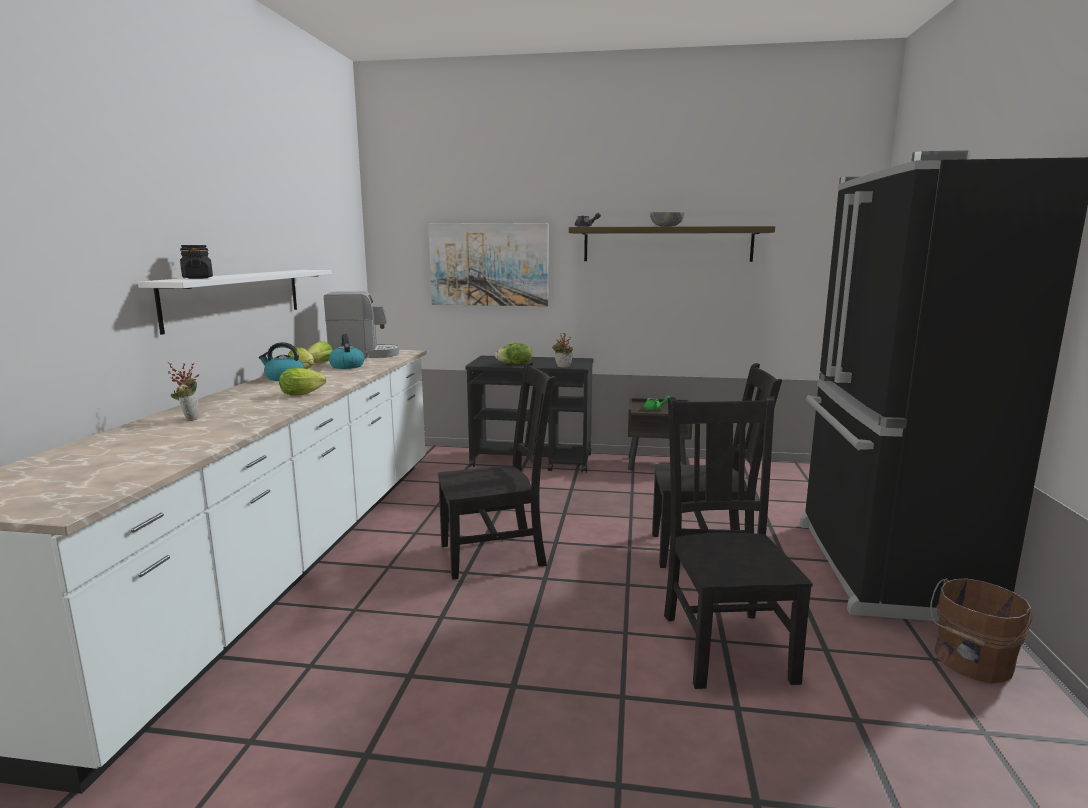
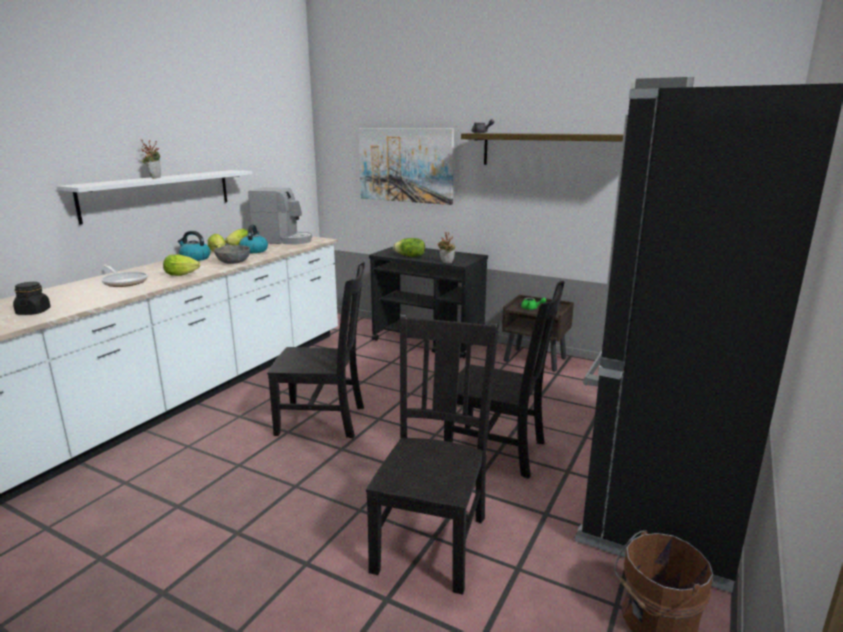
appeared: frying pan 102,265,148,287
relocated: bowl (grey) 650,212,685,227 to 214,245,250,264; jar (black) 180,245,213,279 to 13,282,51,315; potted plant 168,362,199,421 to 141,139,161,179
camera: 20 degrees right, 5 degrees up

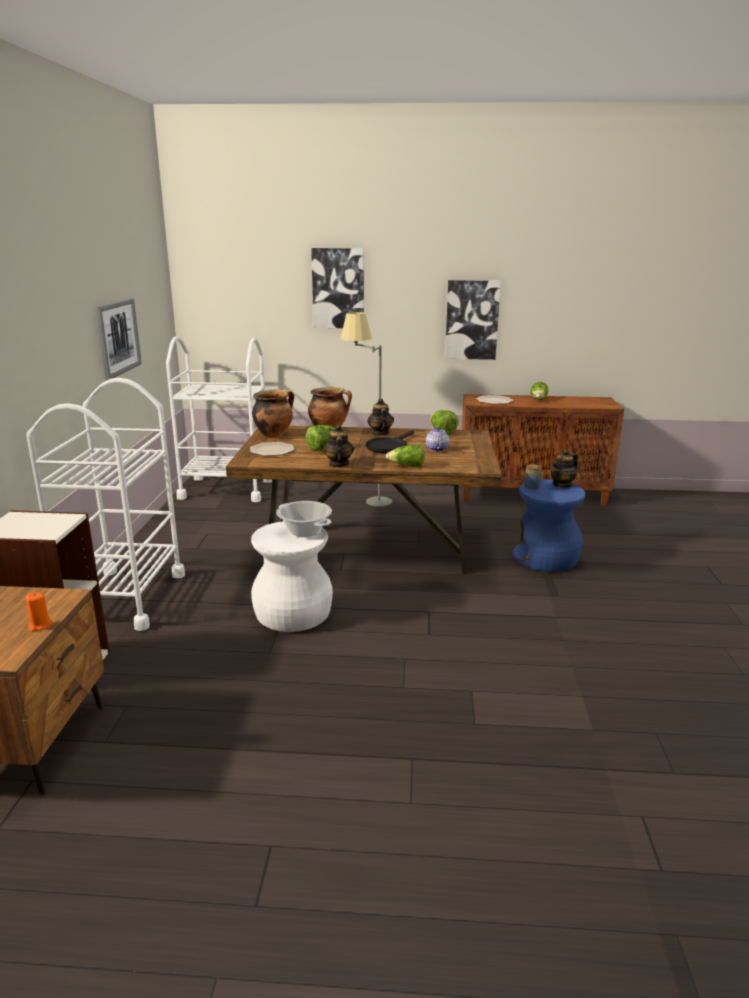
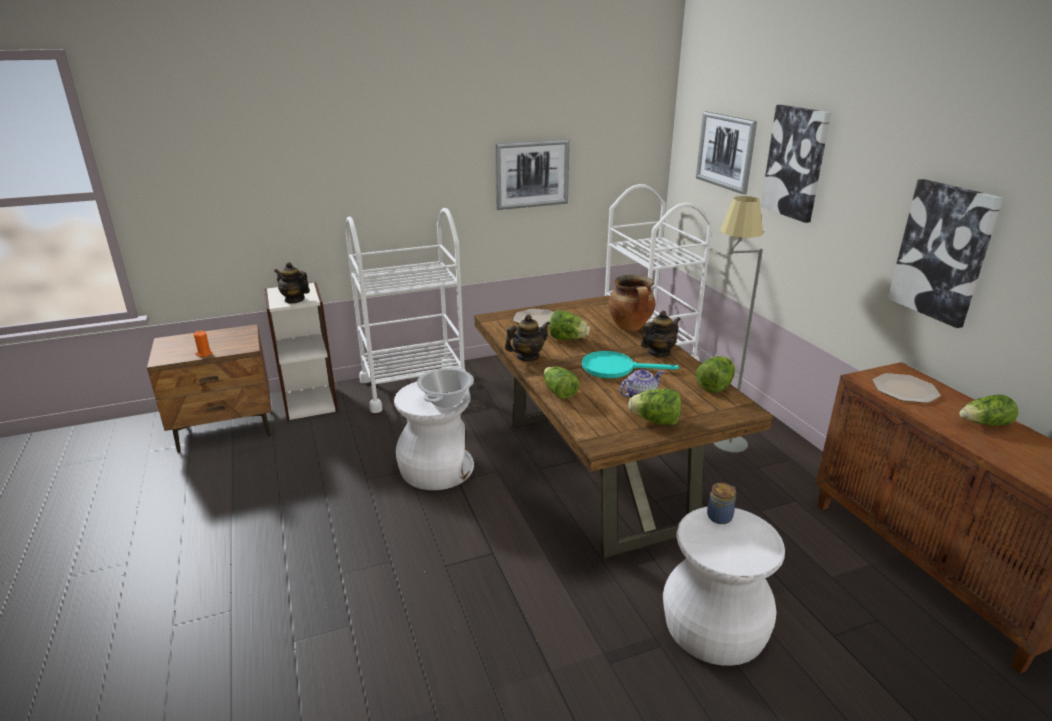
missing: cooking pot 252,390,294,438
appeared: picture 696,111,757,195; lettuce 628,388,681,426
relocated: teapot 550,449,578,488 to 274,262,310,304
colour: frying pan (black) 366,430,414,454 to frying pan (turquoise) 582,351,679,378; stool (blue) 513,479,586,572 to stool (white) 663,506,785,666
camera: 65 degrees right, 5 degrees up

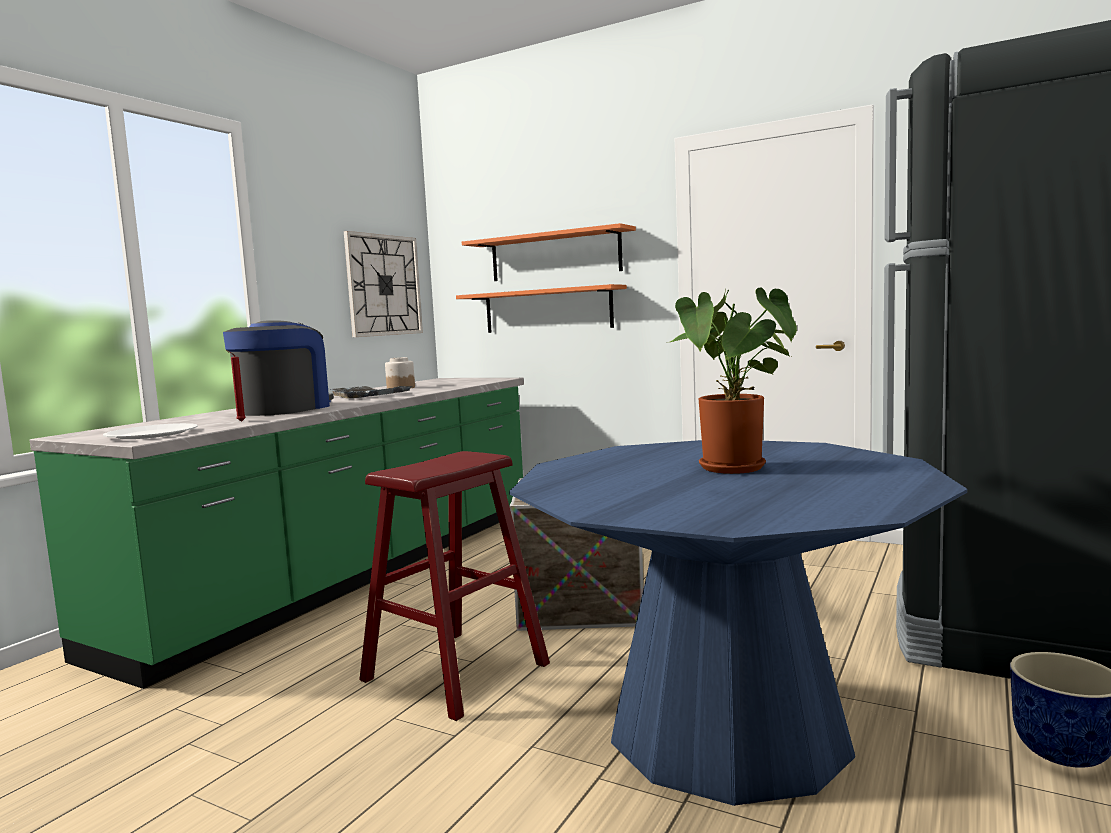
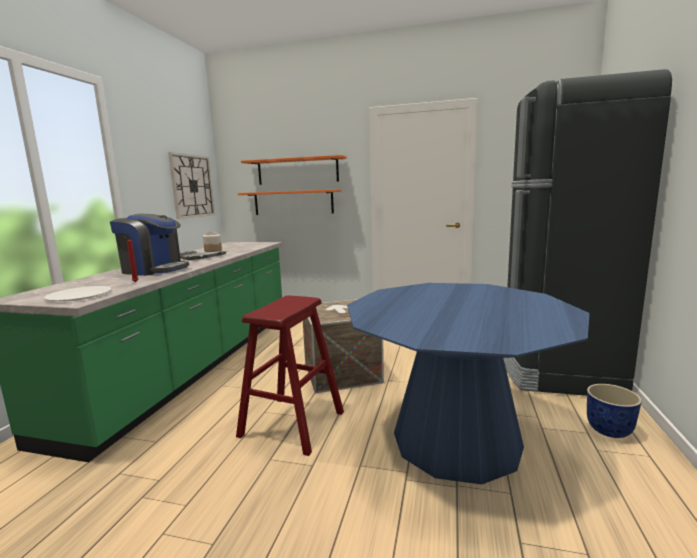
missing: potted plant 667,287,797,474
spun: coffee machine 223,320,334,416 = 110,214,189,276 105 degrees clockwise
camera: 15 degrees left, 5 degrees up

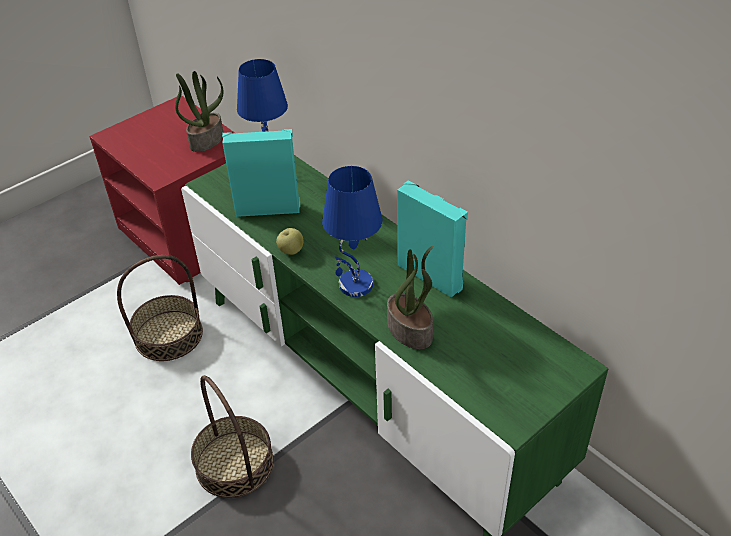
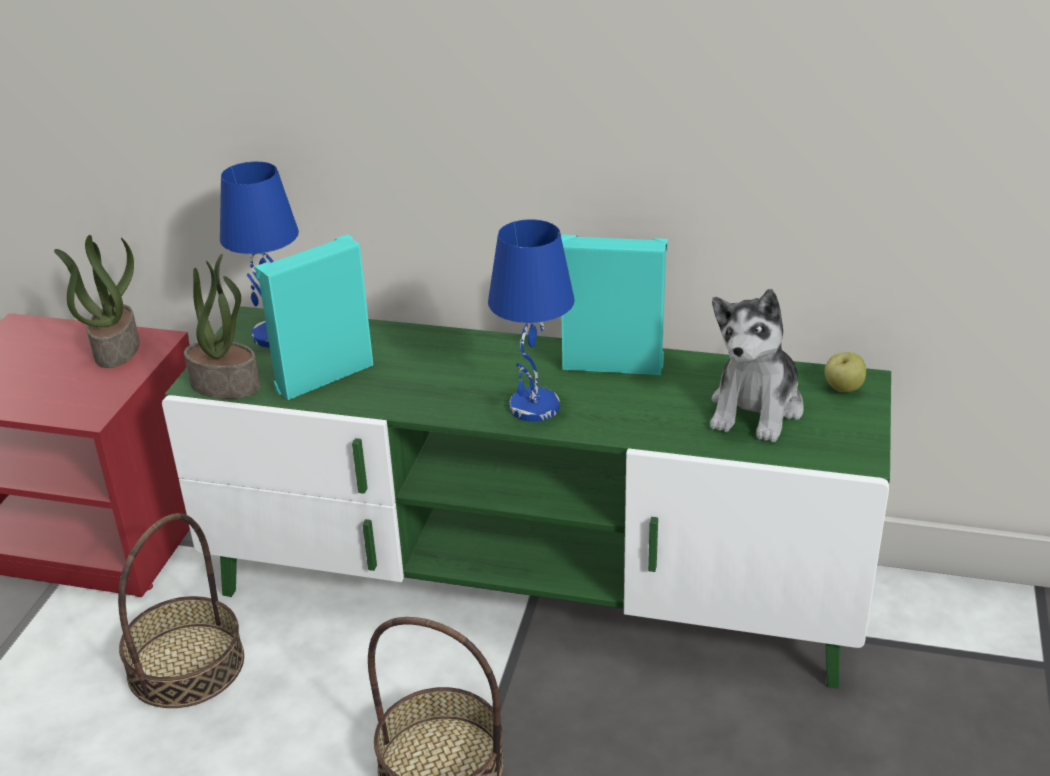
appeared: plush toy 710,289,804,442
relocated: apple 276,228,303,255 to 824,352,866,392; potted plant 387,246,433,349 to 184,254,261,399
camera: 35 degrees left, 10 degrees down

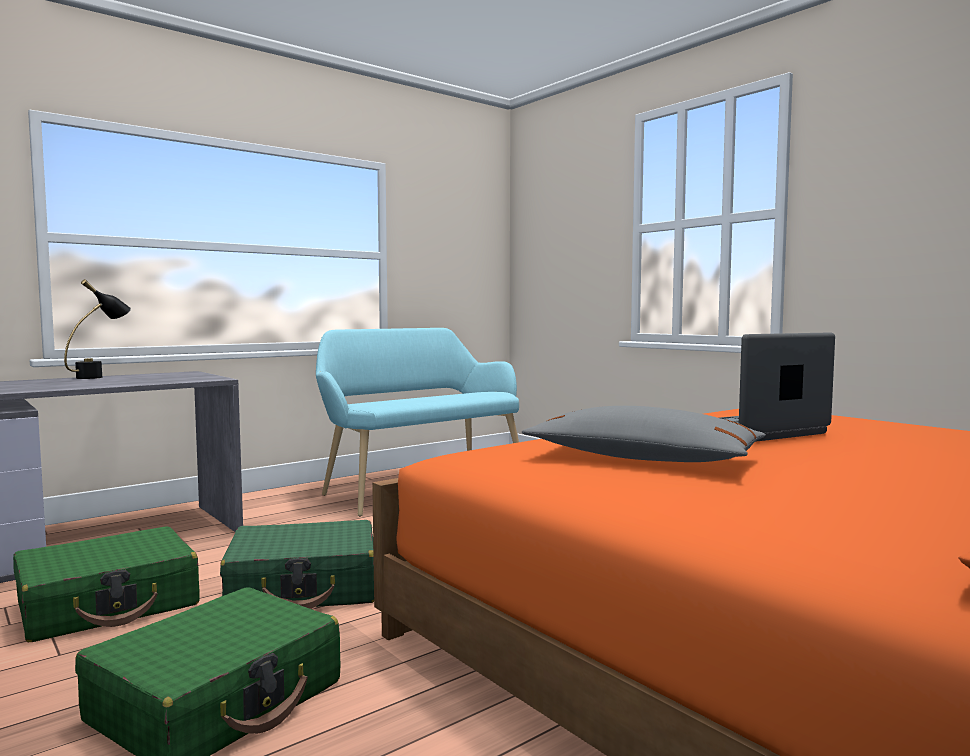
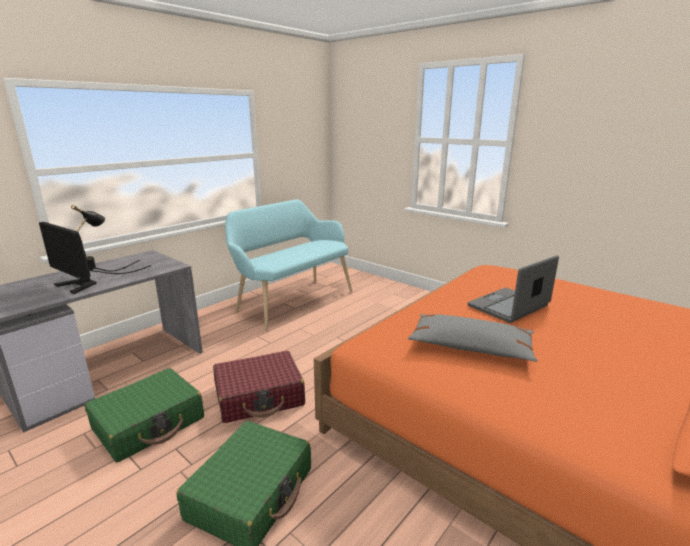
appeared: monitor 39,222,152,294
colour: suitcase (green) 220,520,374,609 to suitcase (red) 213,351,305,423
camera: 10 degrees left, 15 degrees up

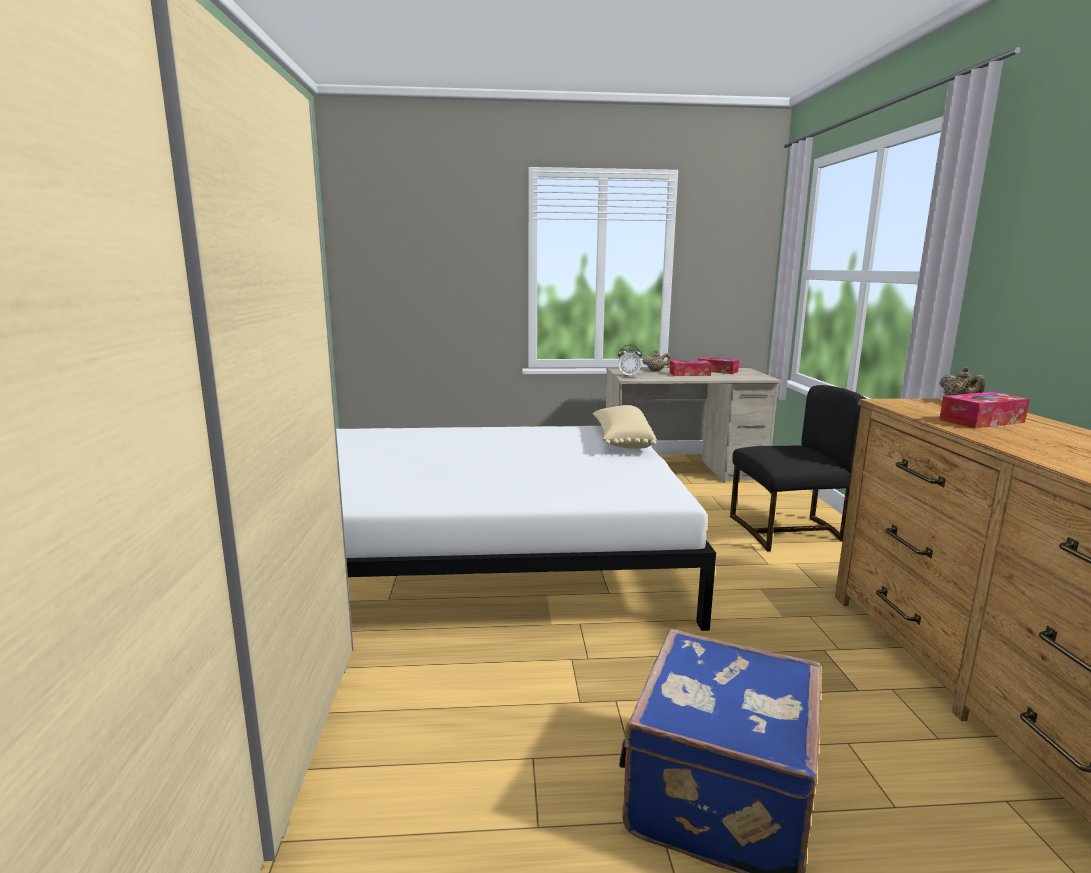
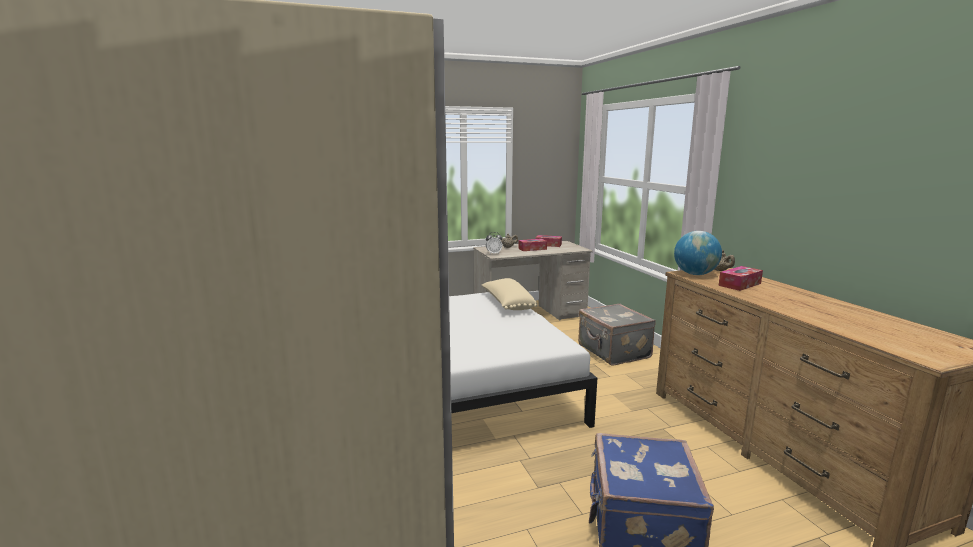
appeared: globe 674,231,722,275
exchanged: chair (black) 730,385,866,552 to suitcase (grey) 578,304,656,366
camera: 15 degrees left, 0 degrees up

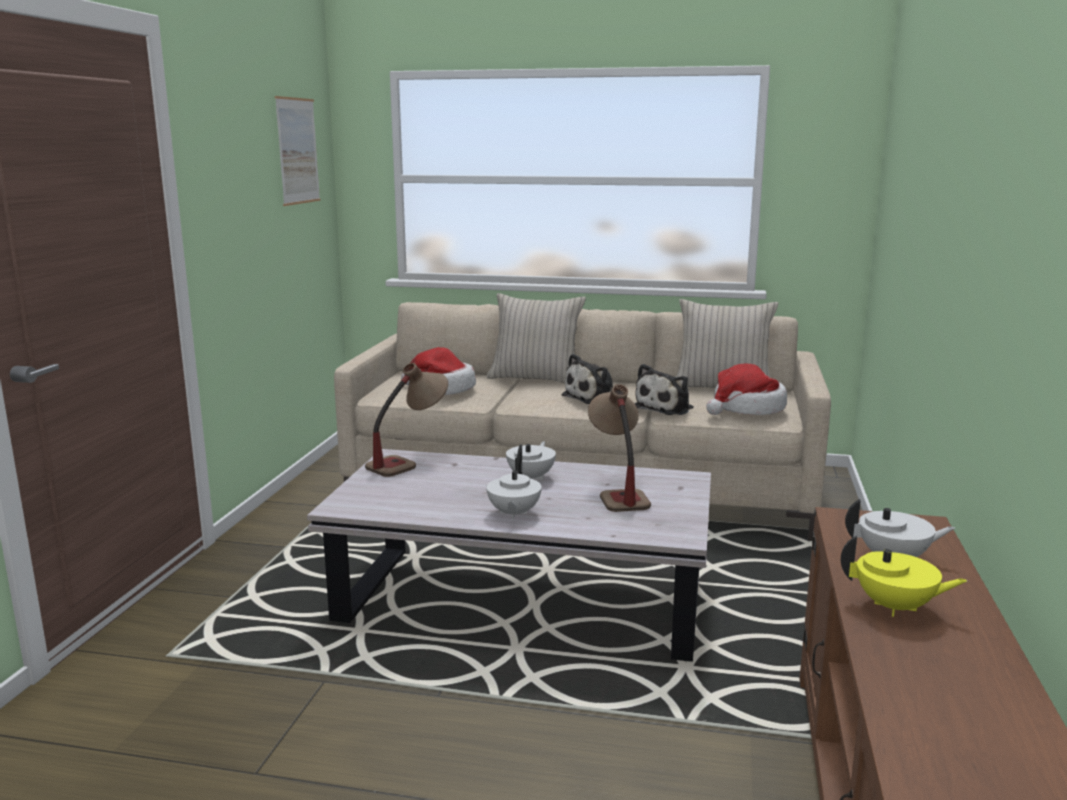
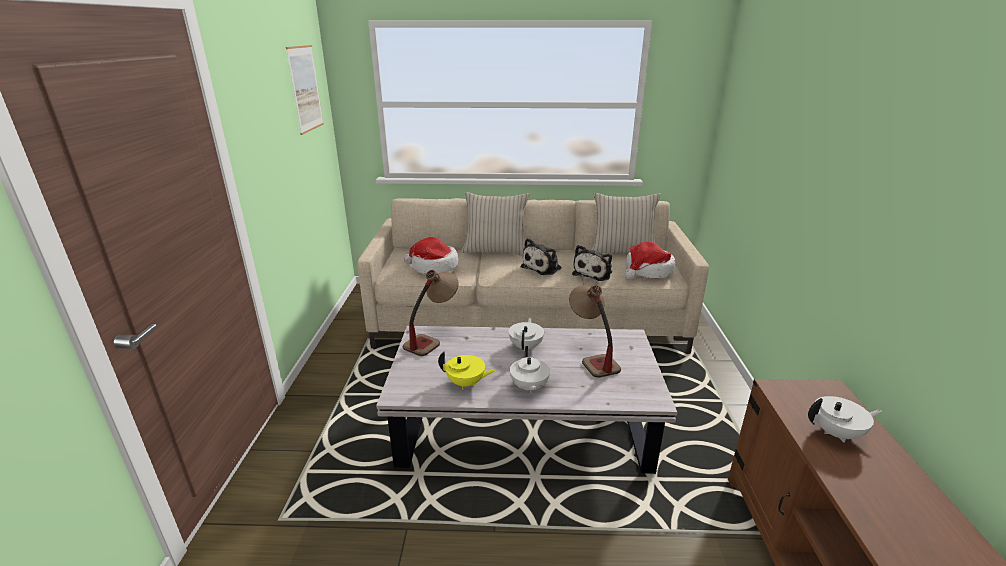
relocated: teapot (yellow) 841,536,967,617 to 438,351,496,390
camera: 10 degrees left, 10 degrees up

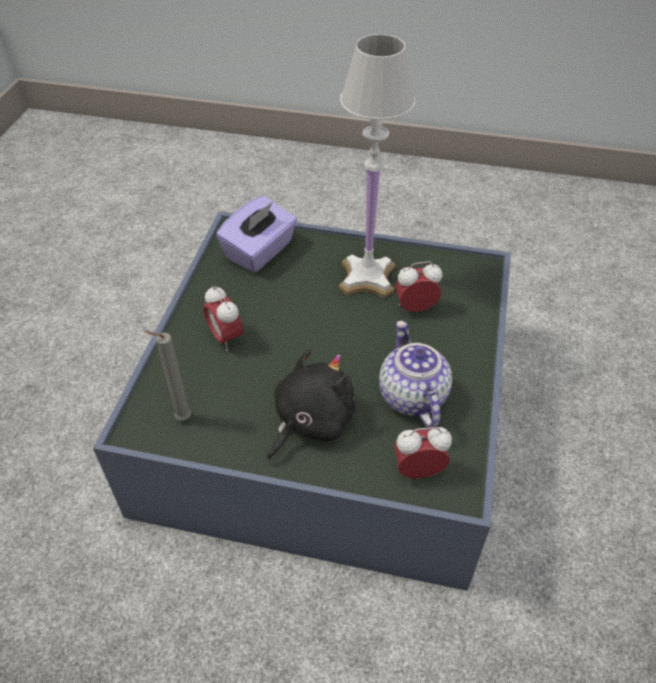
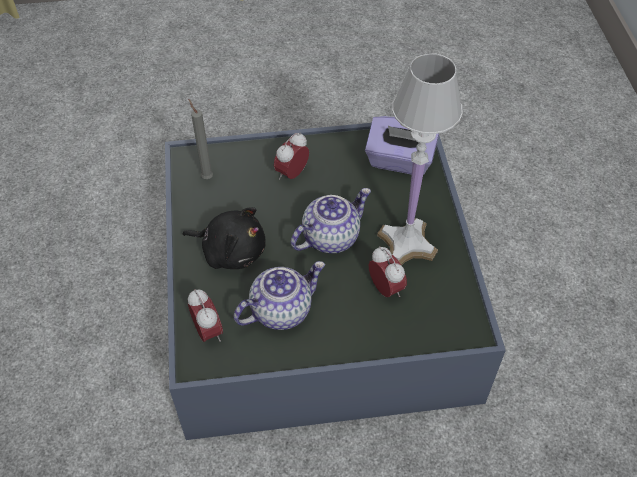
appeared: teapot 291,188,371,254
camera: 70 degrees right, 5 degrees up

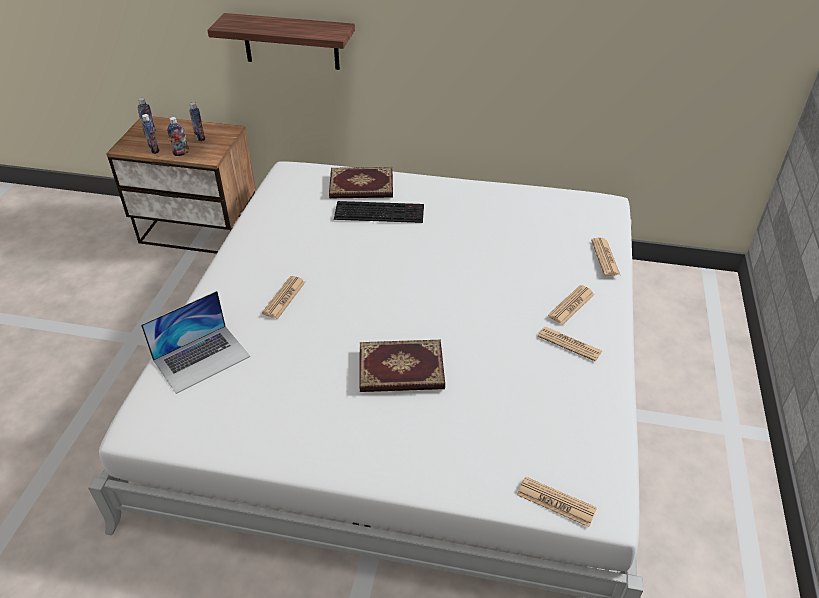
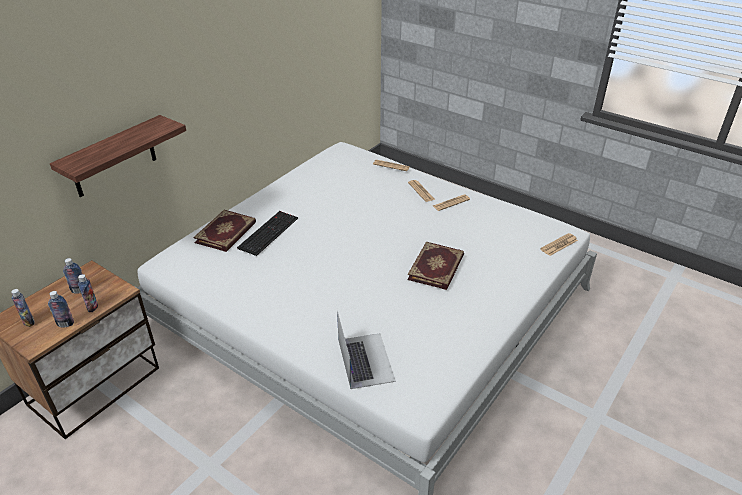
missing: newspaper 262,276,305,319
camera: 65 degrees left, 5 degrees down

